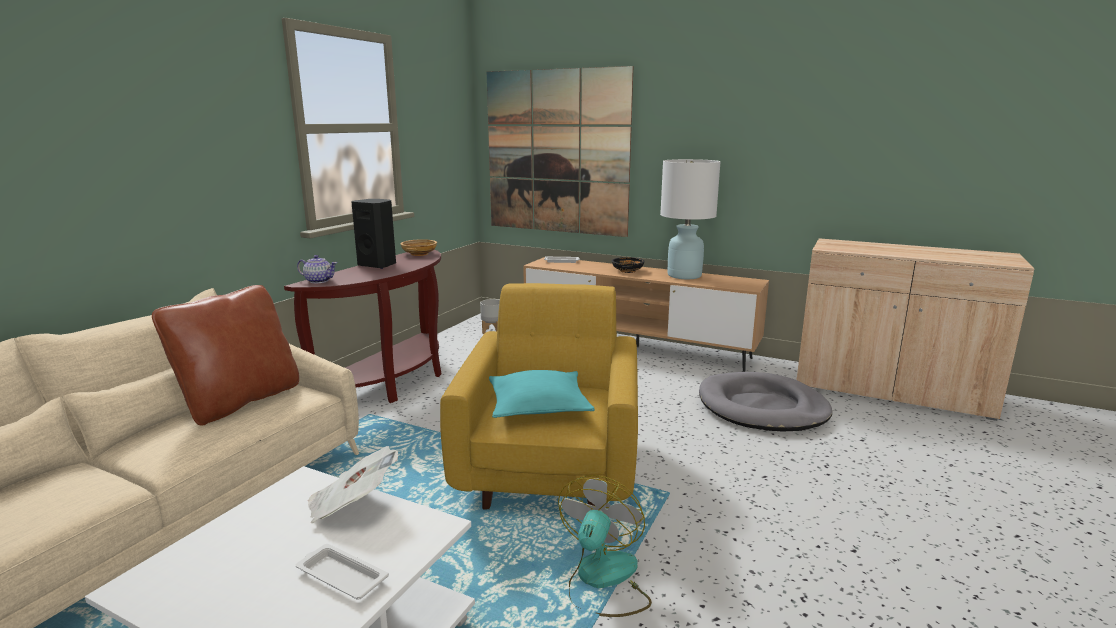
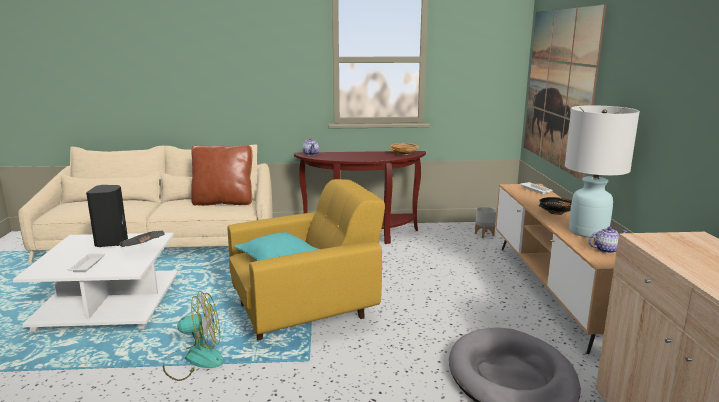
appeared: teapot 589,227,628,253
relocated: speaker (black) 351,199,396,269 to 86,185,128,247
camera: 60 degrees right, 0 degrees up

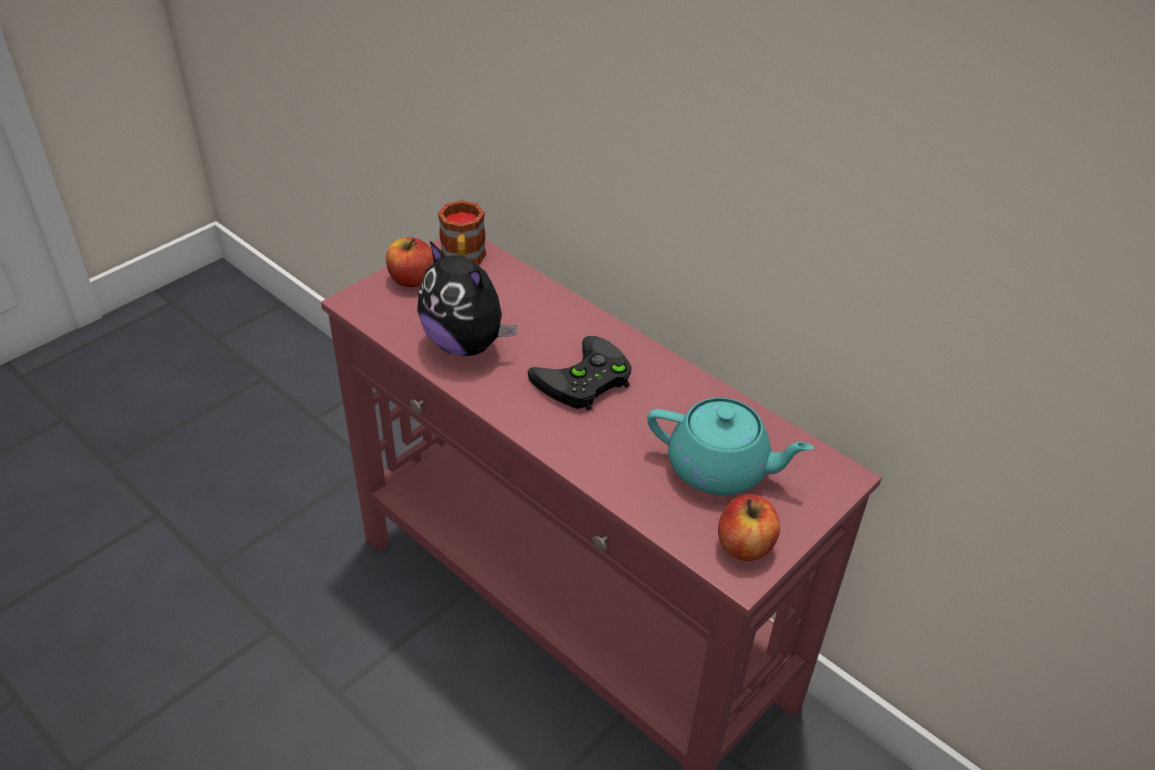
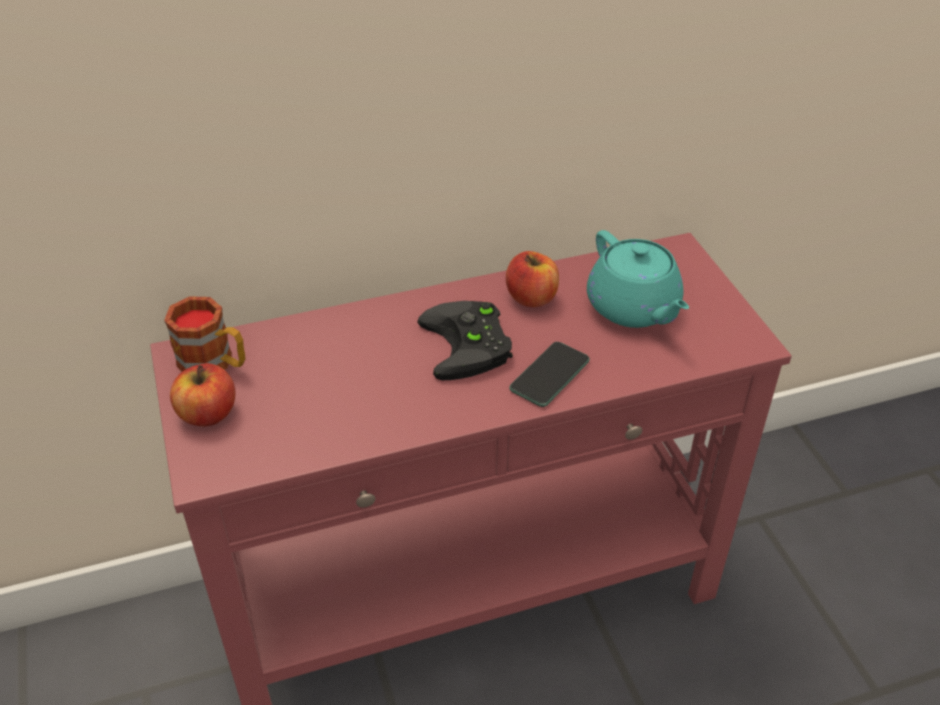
missing: plush toy 417,241,517,356
appeared: phone 509,342,590,407
relocated: apple 718,494,780,561 to 506,251,559,307
spun: teapot (turquoise) 647,398,814,495 = 587,230,689,328 105 degrees clockwise
camera: 60 degrees left, 0 degrees up

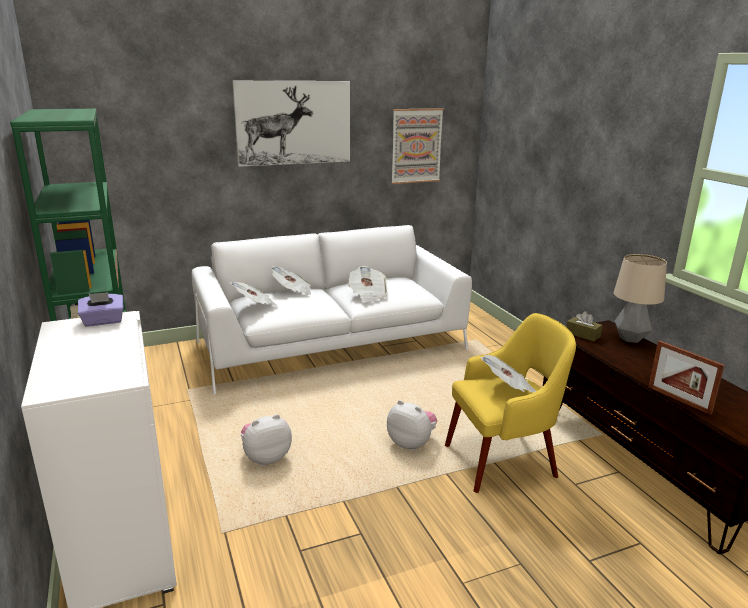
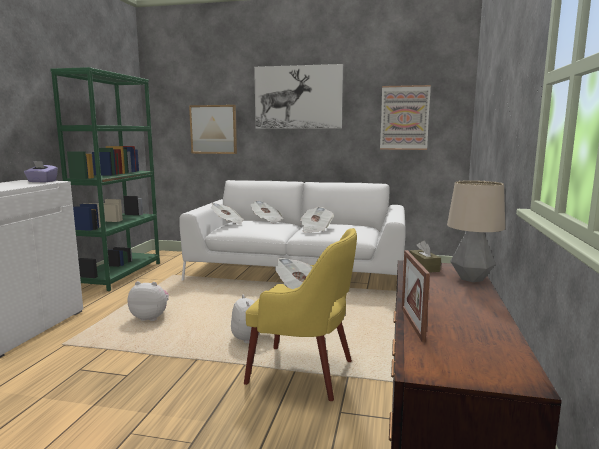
appeared: picture 189,105,237,154
camera: 35 degrees right, 10 degrees down

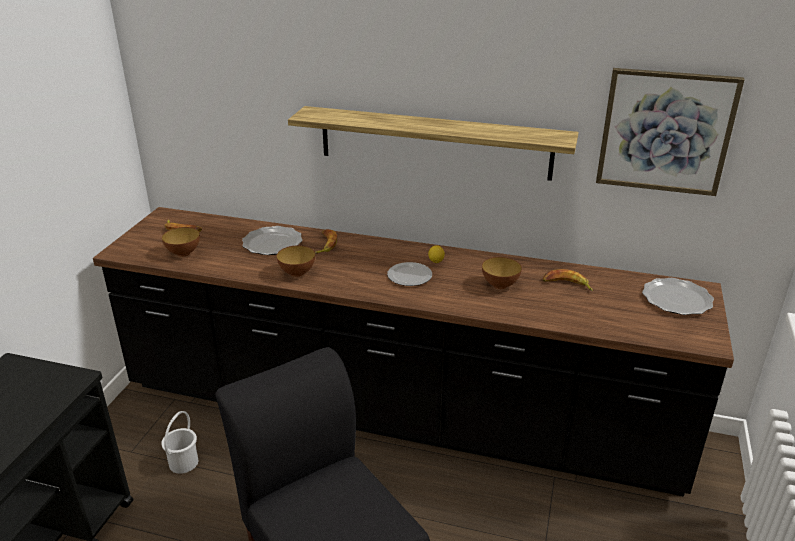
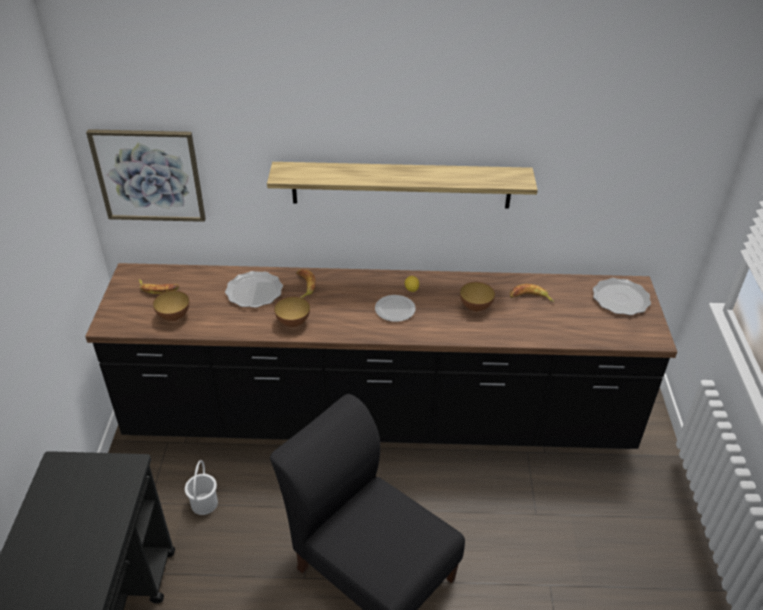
relocated: picture 596,68,745,196 to 86,129,206,222
camera: 15 degrees left, 10 degrees up

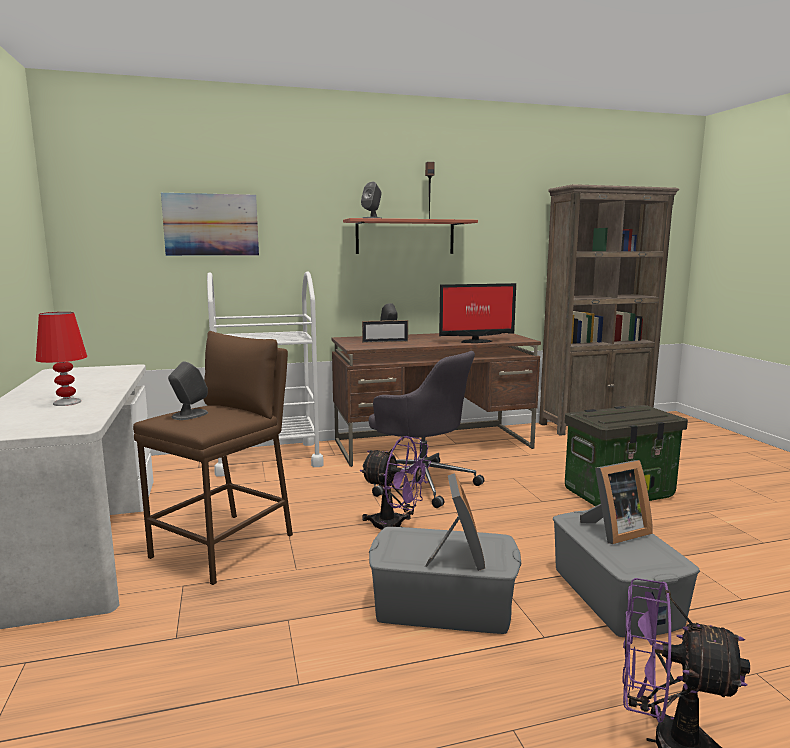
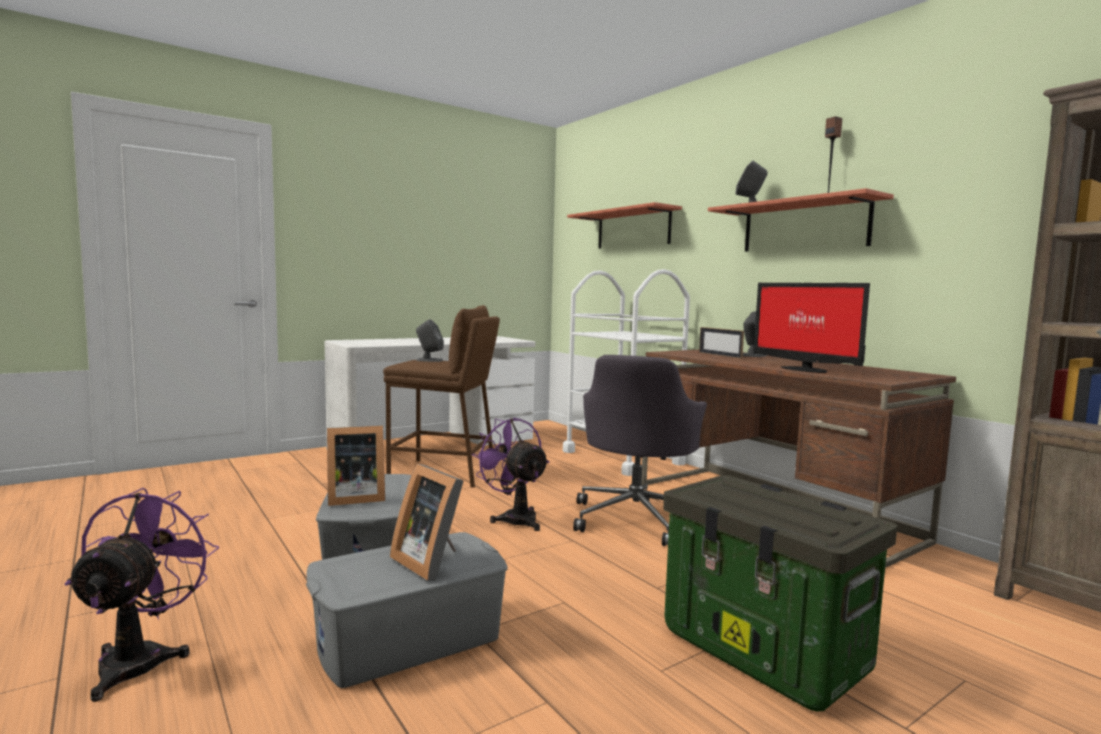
missing: table lamp (red) 36,312,87,406
exchanged: picture 161,193,259,256 to shelf 567,202,682,249
spun: fan (purple) 360,436,431,530 = 472,418,549,531 135 degrees clockwise
camera: 70 degrees right, 5 degrees down

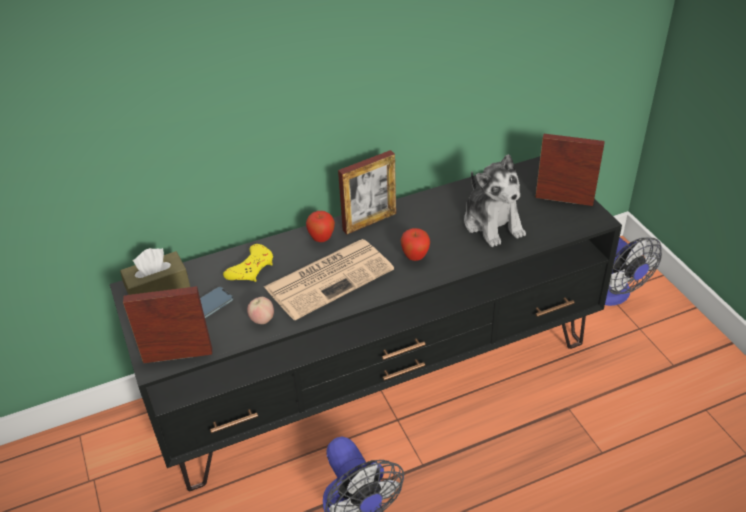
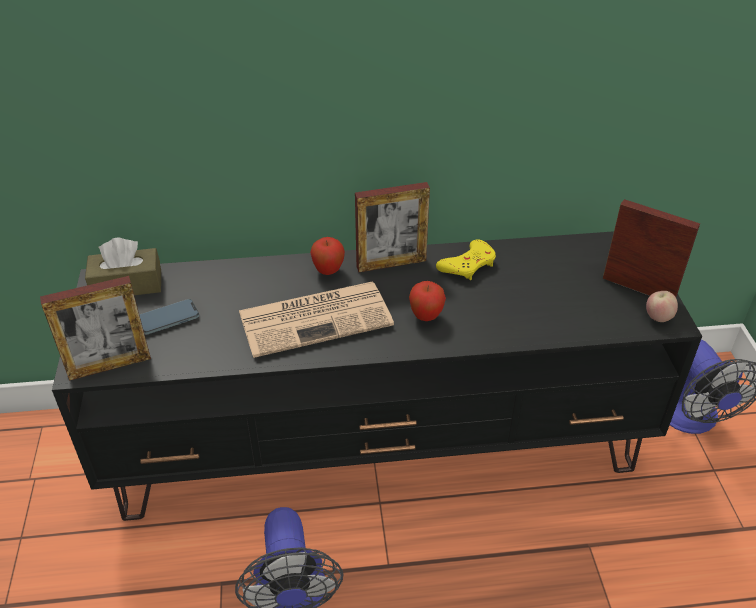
missing: plush toy 464,154,526,247
relocated: game controller (yellow) 223,244,273,282 to 436,240,496,280; apple 247,297,274,324 to 646,291,678,322
spun: picture frame 123,286,212,364 = 40,276,151,381 150 degrees clockwise
camera: 15 degrees right, 0 degrees up

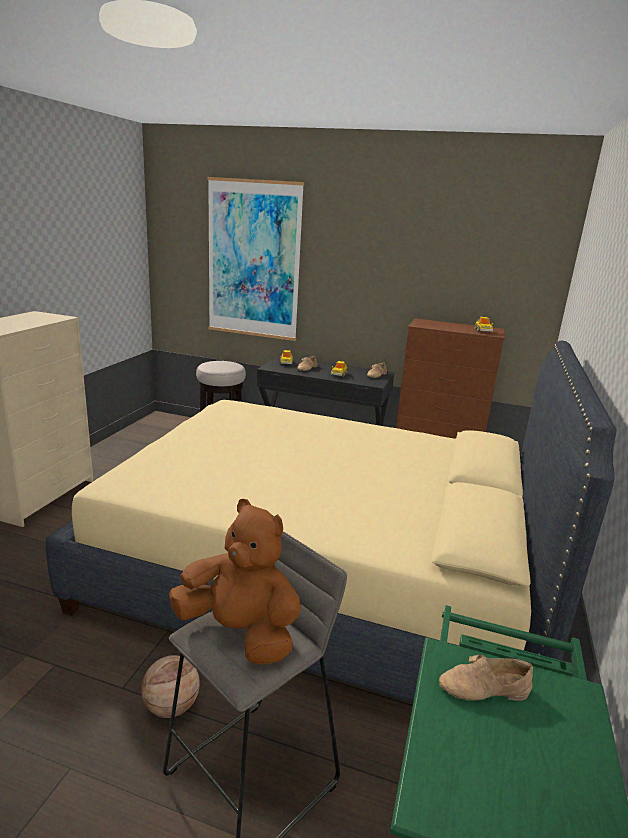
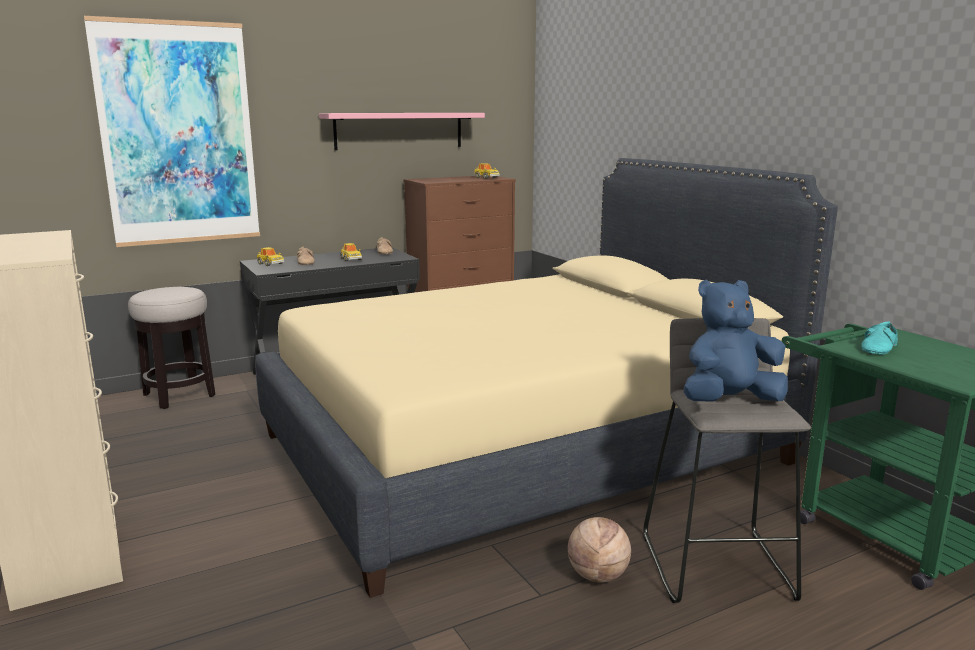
appeared: shelf (pink) 319,113,485,150
colour: plush toy (brown) 169,499,301,665 to plush toy (blue) 684,280,788,402; shoe (beige) 439,655,533,701 to shoe (turquoise) 861,321,898,355
camera: 45 degrees left, 5 degrees down

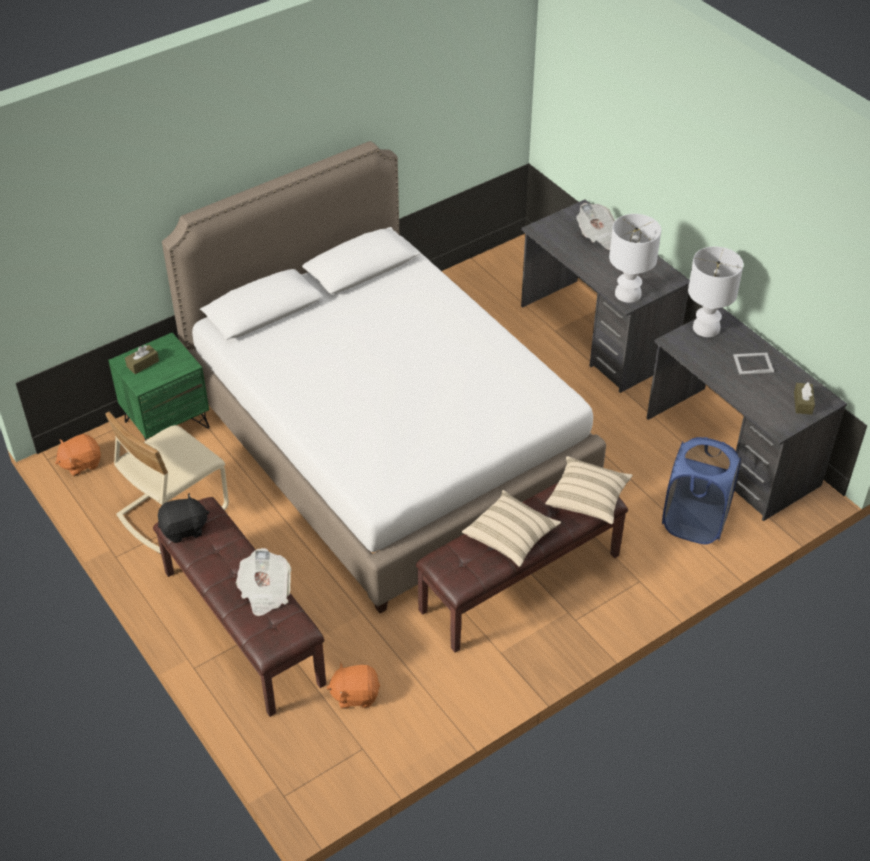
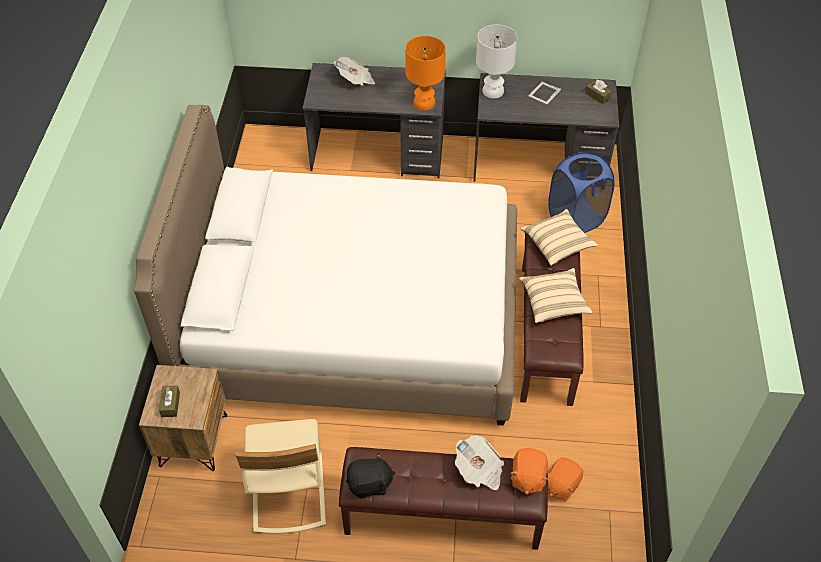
relocated: plush toy (orange) 55,434,101,476 to 510,448,548,495
colour: table lamp (white) 609,214,661,303 to table lamp (orange) 405,36,446,110; nightstand (green) 108,332,210,441 to nightstand (brown) 139,365,227,471
spun: plush toy (black) 158,493,209,543 = 346,453,395,498 60 degrees clockwise
camera: 50 degrees left, 5 degrees up

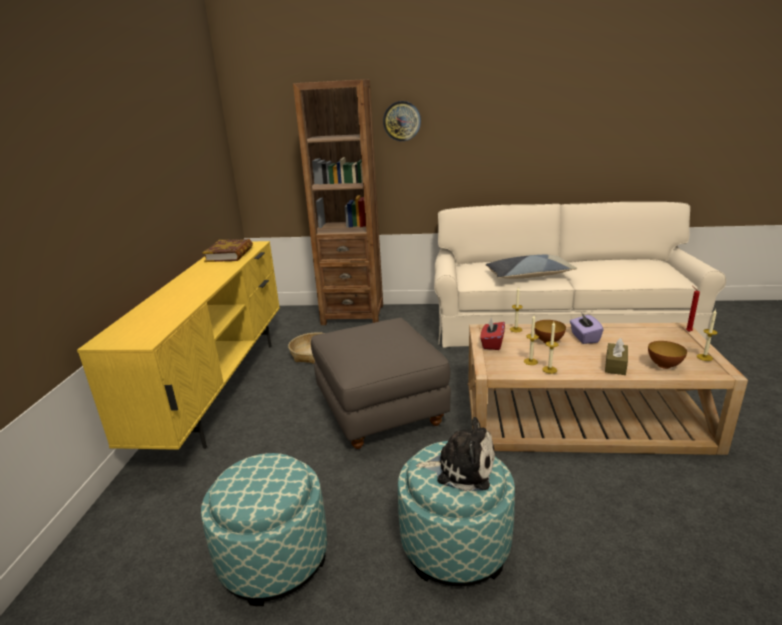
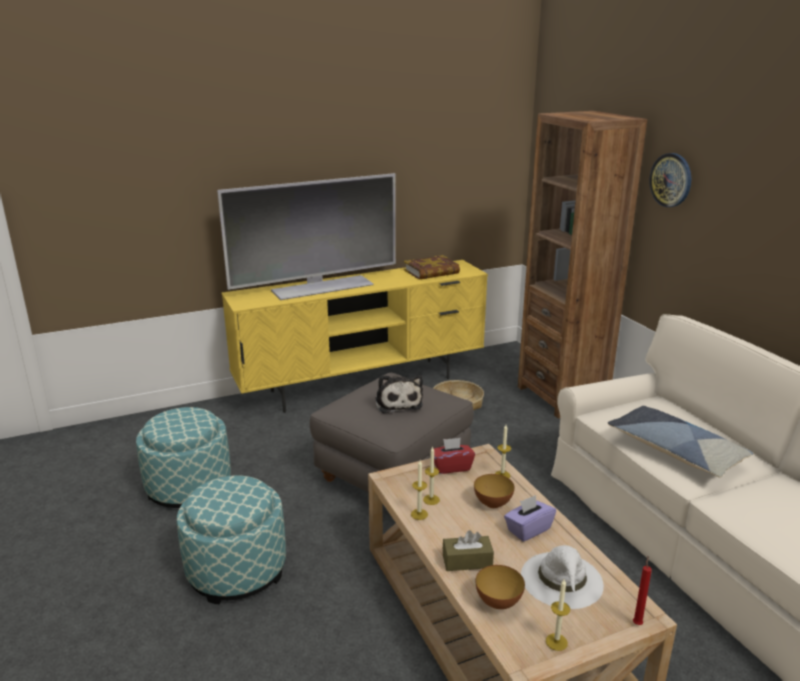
appeared: television 217,173,396,300; hat (white) 521,545,604,609
relocated: plush toy 416,417,495,491 to 375,375,423,413
camera: 60 degrees right, 0 degrees up

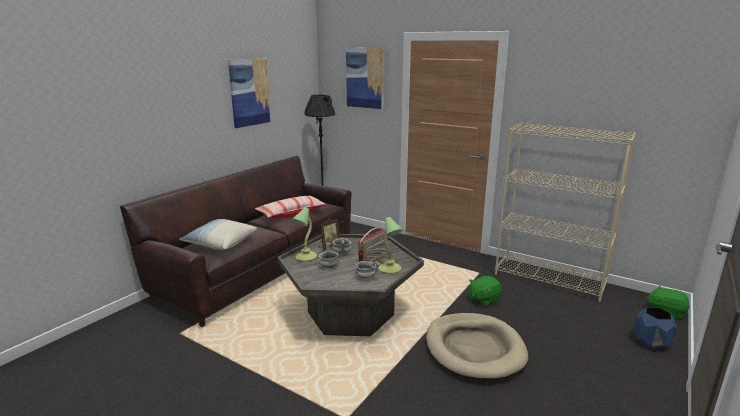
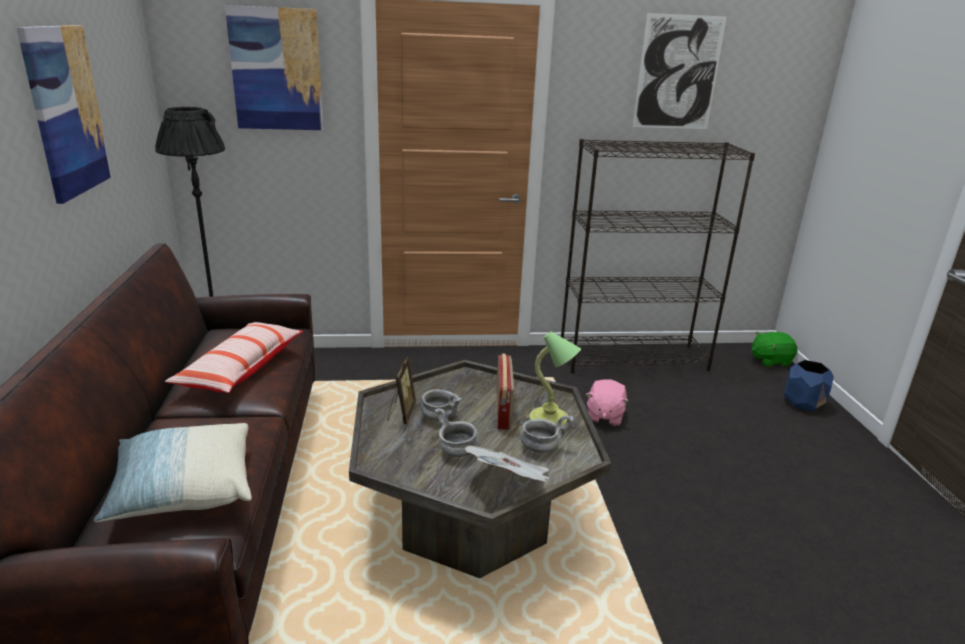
missing: table lamp 292,208,317,261; dog bed (beige) 426,313,528,380
appeared: picture 633,13,726,129; newspaper 465,445,550,482
colour: bookcase (beige) 495,123,636,302 to bookcase (black) 561,139,755,373; plush toy (green) 469,276,502,307 to plush toy (pink) 586,379,629,426
camera: 40 degrees left, 5 degrees up

